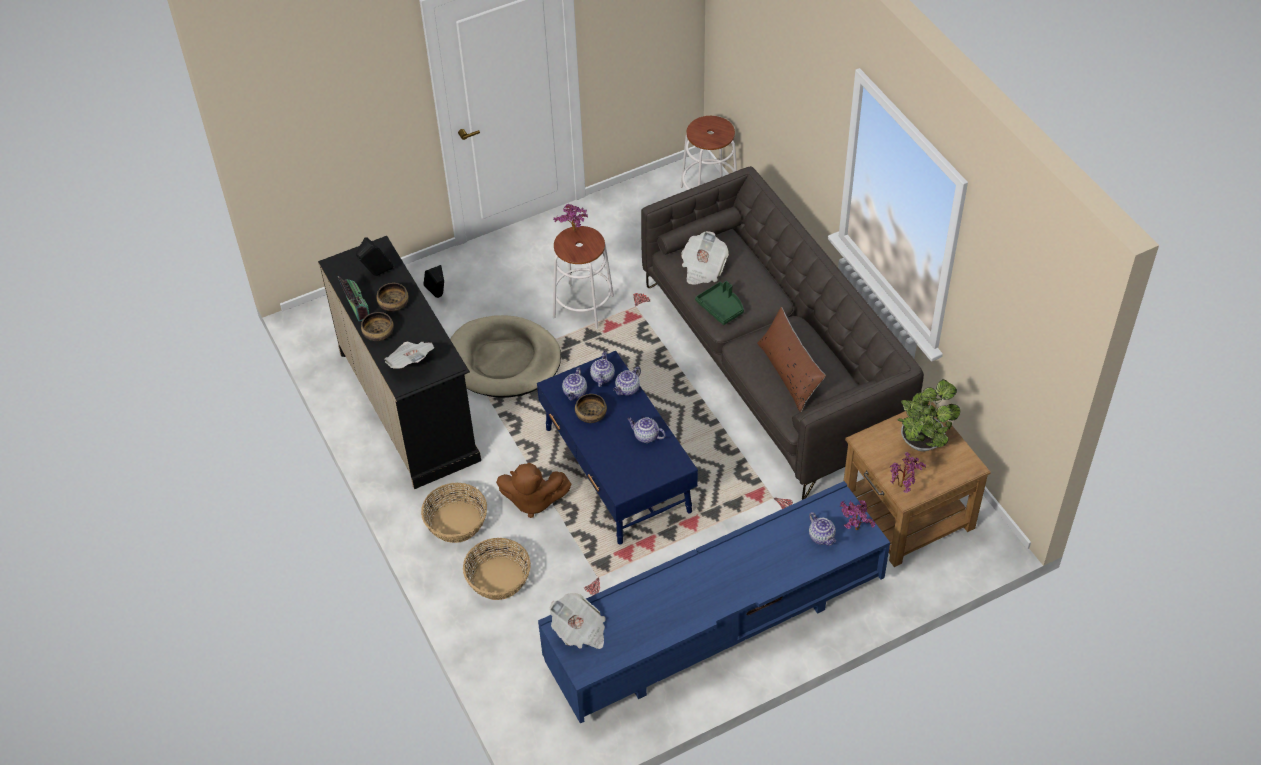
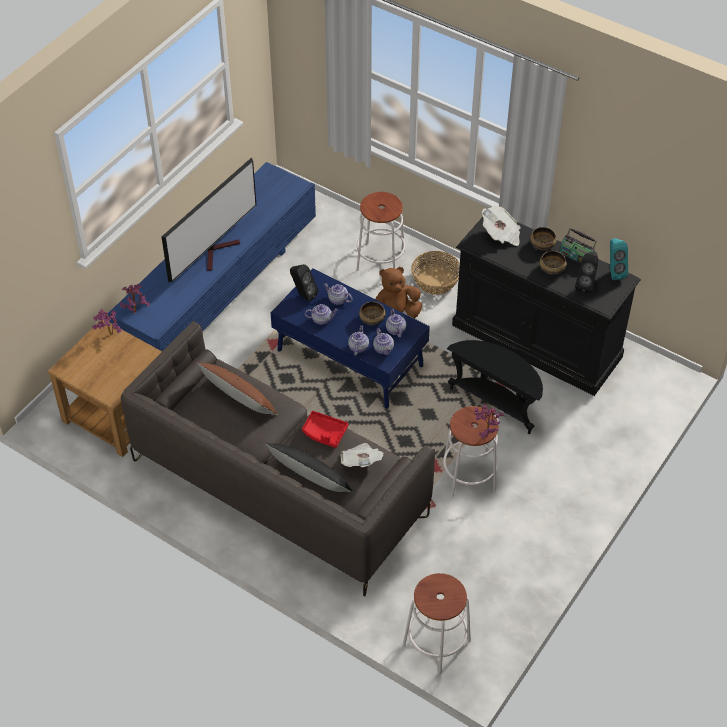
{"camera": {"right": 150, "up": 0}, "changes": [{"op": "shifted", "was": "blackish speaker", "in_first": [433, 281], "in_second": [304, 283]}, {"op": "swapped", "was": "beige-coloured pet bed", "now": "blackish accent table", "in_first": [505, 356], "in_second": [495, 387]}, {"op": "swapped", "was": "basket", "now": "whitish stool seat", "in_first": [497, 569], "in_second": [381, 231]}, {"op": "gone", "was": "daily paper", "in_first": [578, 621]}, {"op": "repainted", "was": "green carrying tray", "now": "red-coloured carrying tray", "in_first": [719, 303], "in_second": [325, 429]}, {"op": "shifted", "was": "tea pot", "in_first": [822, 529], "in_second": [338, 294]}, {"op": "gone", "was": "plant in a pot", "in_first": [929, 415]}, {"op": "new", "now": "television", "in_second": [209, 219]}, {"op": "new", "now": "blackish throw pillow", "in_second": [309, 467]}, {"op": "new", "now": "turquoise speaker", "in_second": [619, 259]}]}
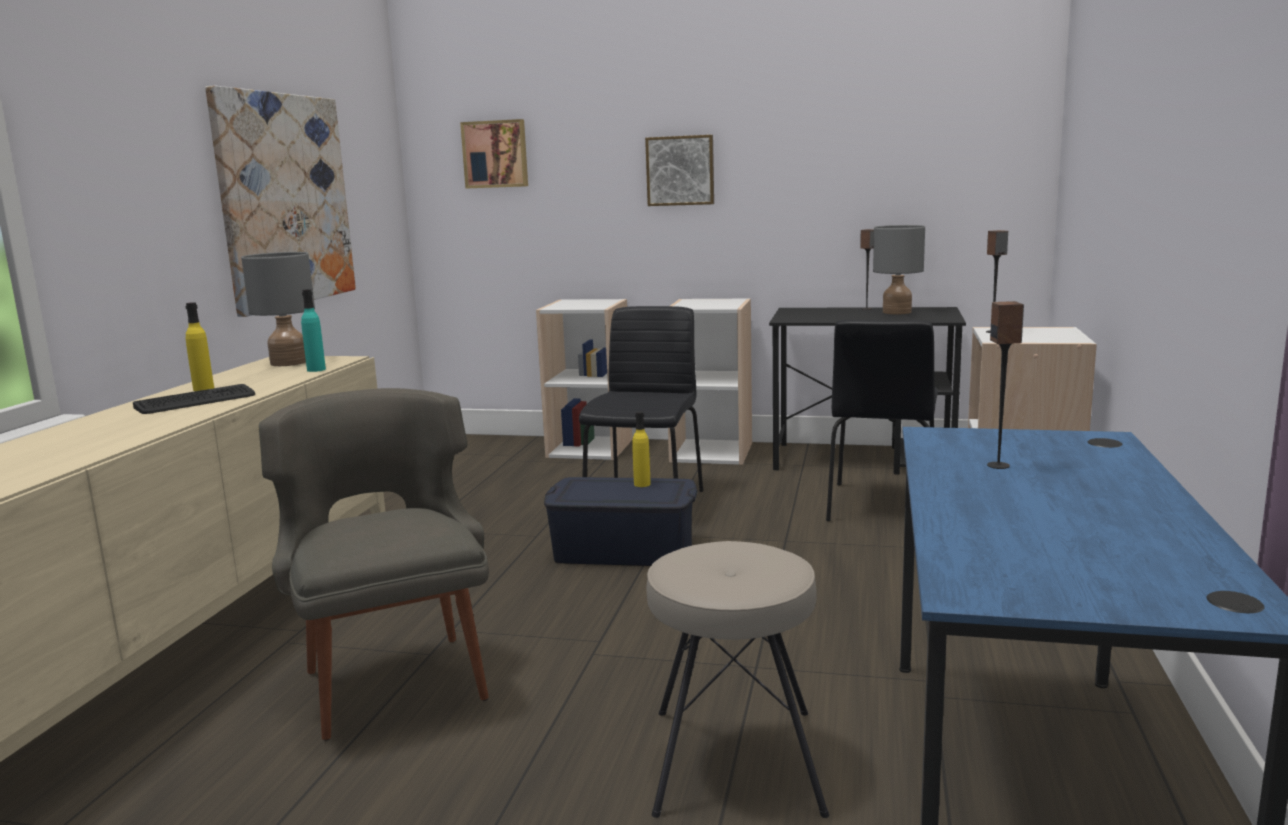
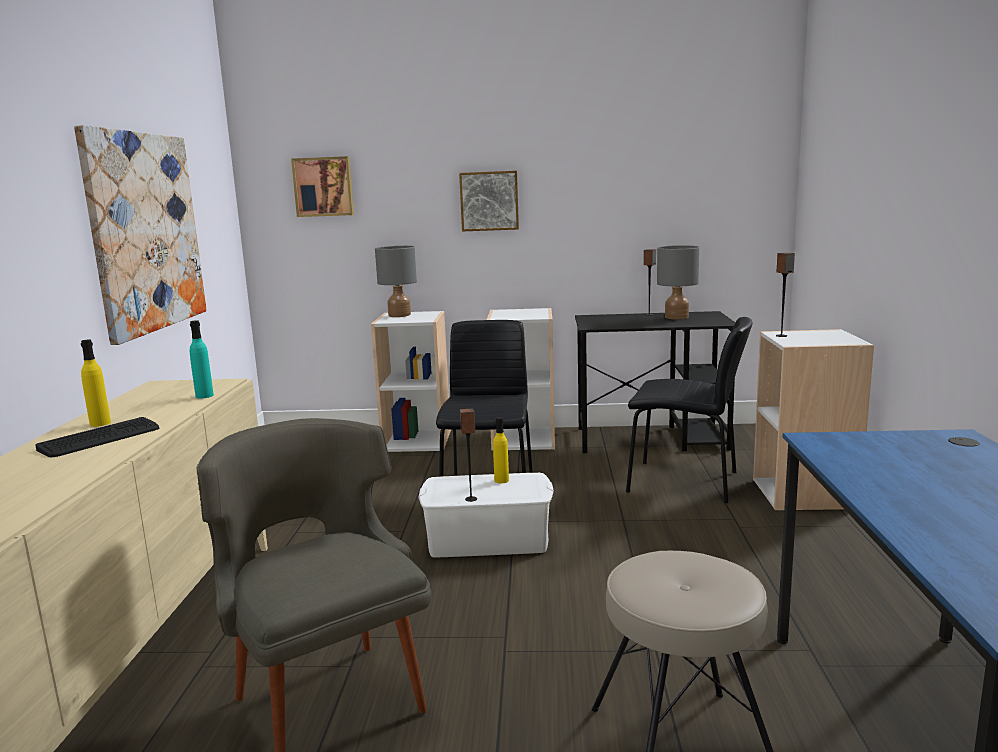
{"camera": {"right": -10, "up": 0}, "changes": [{"op": "shifted", "was": "greyish tabletop lamp", "in_first": [278, 309], "in_second": [396, 281]}, {"op": "repainted", "was": "bluish storage box", "now": "whitish storage box", "in_first": [621, 521], "in_second": [486, 515]}, {"op": "rotated", "was": "blackish chair", "in_first": [882, 420], "in_second": [689, 410], "clockwise": -75}, {"op": "shifted", "was": "speaker", "in_first": [1005, 385], "in_second": [468, 455]}]}
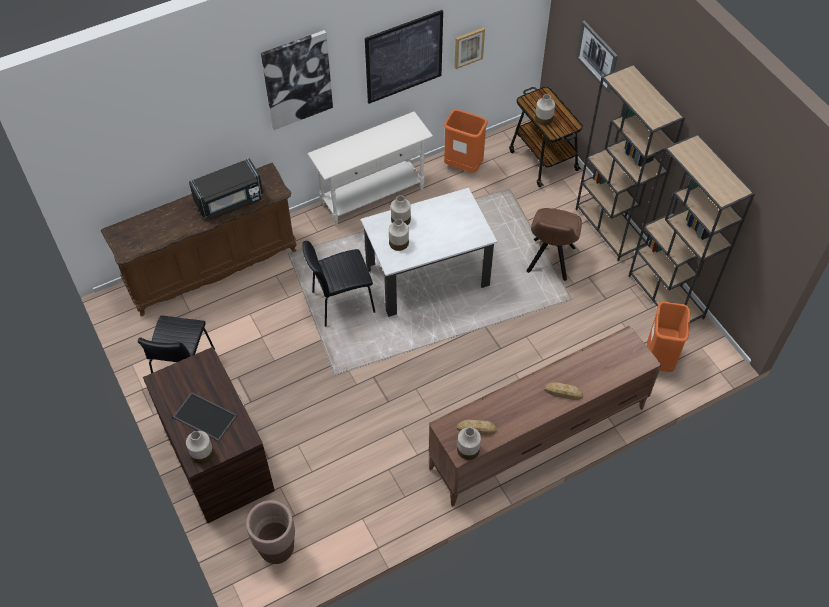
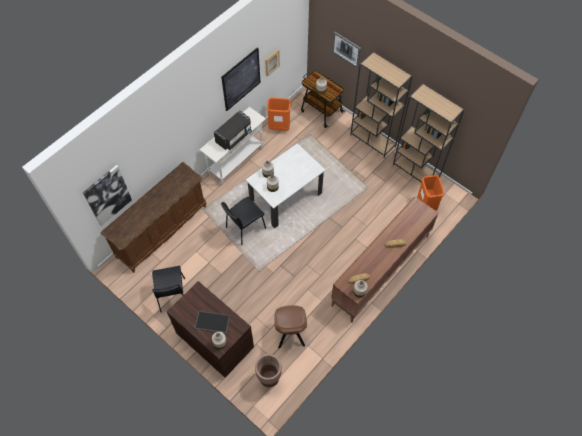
{"camera": {"right": -20, "up": 5}, "changes": [{"op": "shifted", "was": "blackish microwave", "in_first": [226, 189], "in_second": [233, 130]}, {"op": "shifted", "was": "wall picture", "in_first": [297, 80], "in_second": [107, 195]}, {"op": "shifted", "was": "brownish chair", "in_first": [554, 244], "in_second": [290, 327]}]}
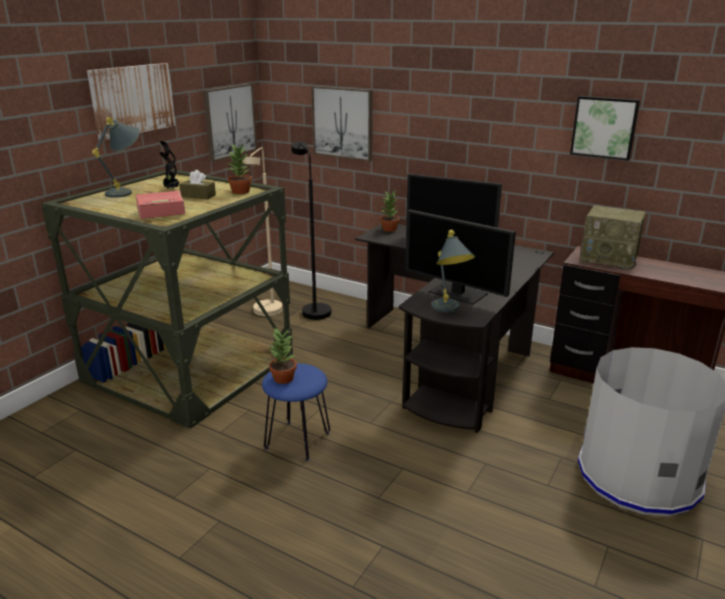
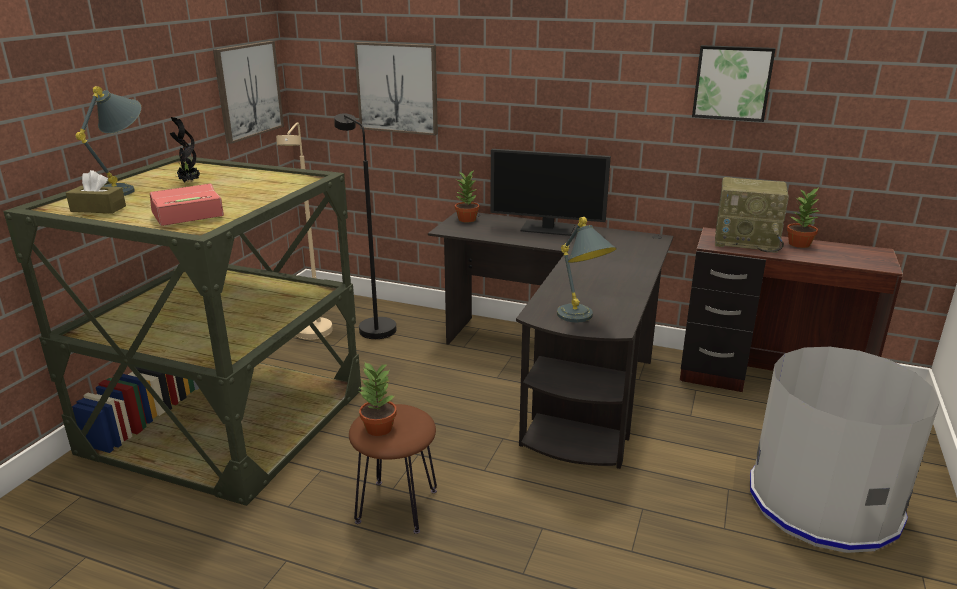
{"camera": {"right": -10, "up": 0}, "changes": [{"op": "gone", "was": "wall picture", "in_first": [131, 101]}, {"op": "shifted", "was": "brownish box of tissues", "in_first": [197, 184], "in_second": [96, 192]}, {"op": "shifted", "was": "plant in a pot", "in_first": [240, 169], "in_second": [803, 218]}, {"op": "repainted", "was": "bluish stool seat", "now": "brownish stool seat", "in_first": [296, 412], "in_second": [393, 469]}, {"op": "gone", "was": "computer display", "in_first": [461, 257]}]}
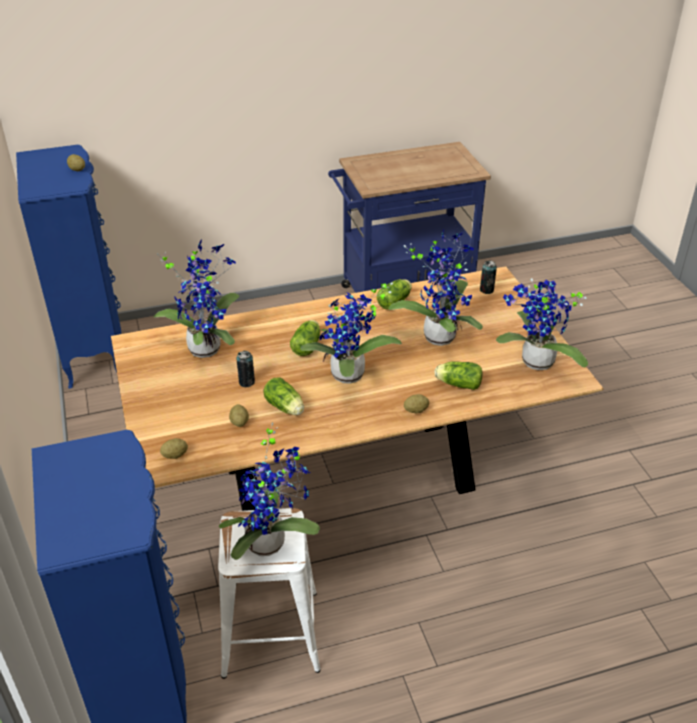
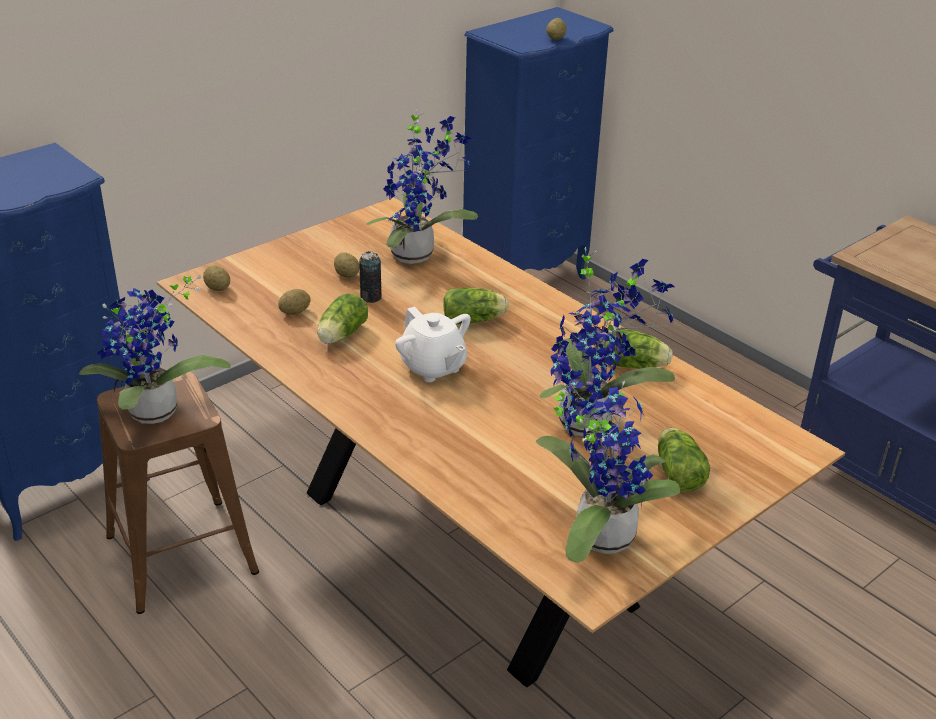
{"camera": {"right": 65, "up": -5}, "changes": [{"op": "repainted", "was": "whitish stool seat", "now": "brownish stool seat", "in_first": [269, 593], "in_second": [178, 493]}, {"op": "swapped", "was": "plant in a pot", "now": "whitish tea pot", "in_first": [351, 332], "in_second": [433, 344]}, {"op": "shifted", "was": "whole potato", "in_first": [416, 403], "in_second": [346, 265]}, {"op": "shifted", "was": "head of lettuce", "in_first": [458, 375], "in_second": [684, 460]}, {"op": "gone", "was": "sealed can", "in_first": [488, 277]}]}
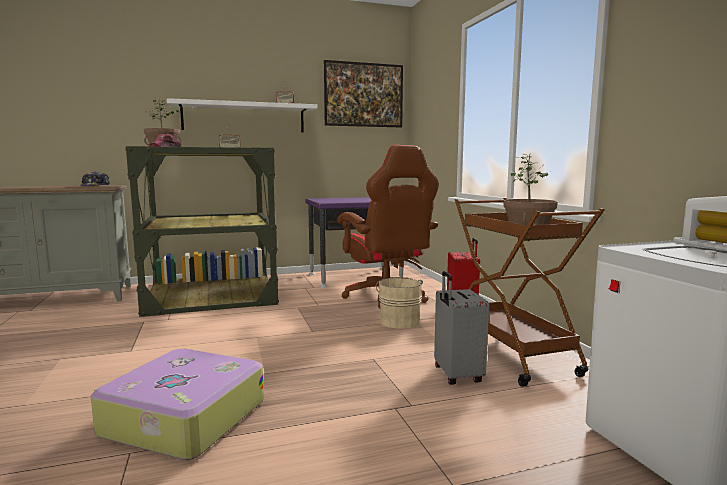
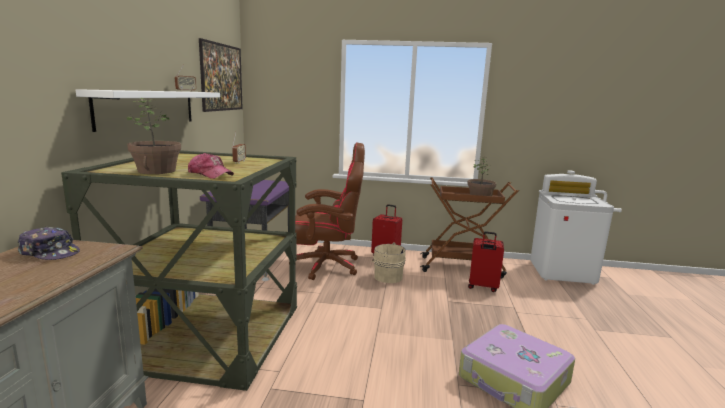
{"camera": {"right": -65, "up": 5}, "changes": [{"op": "repainted", "was": "greyish suitcase", "now": "red-coloured suitcase", "in_first": [461, 328], "in_second": [486, 261]}]}
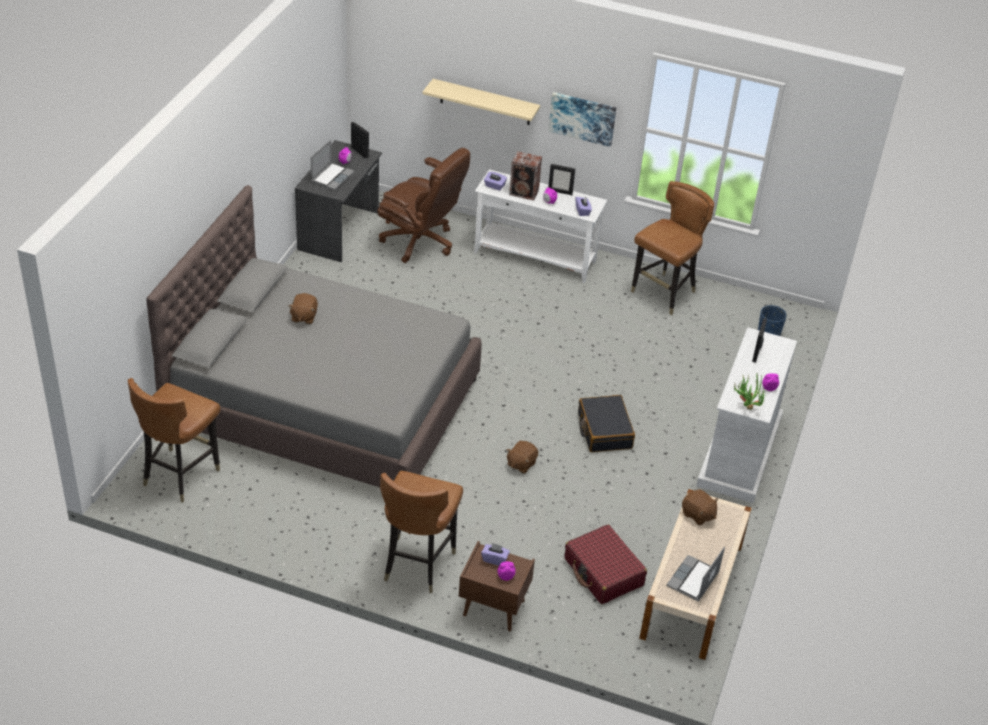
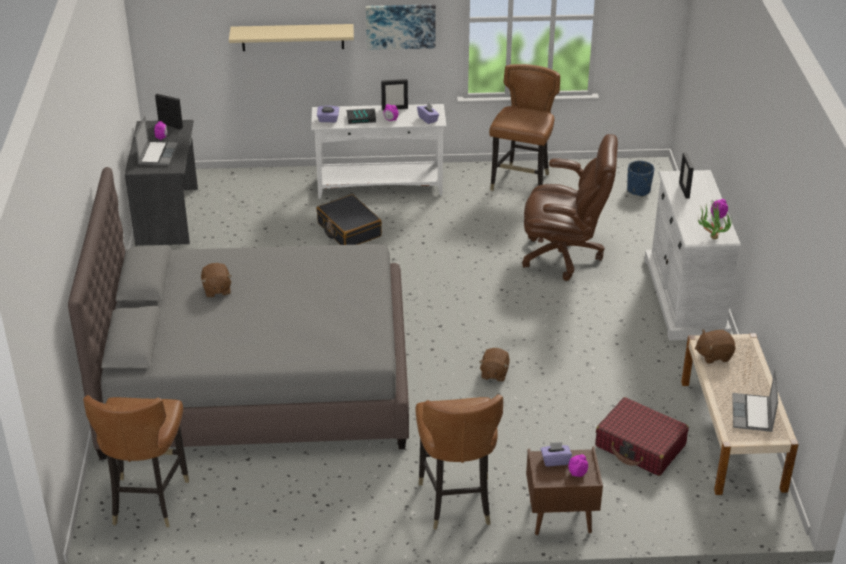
{"camera": {"right": -20, "up": -5}, "changes": [{"op": "shifted", "was": "brownish desk chair", "in_first": [423, 205], "in_second": [570, 207]}, {"op": "swapped", "was": "speaker", "now": "book", "in_first": [525, 175], "in_second": [361, 116]}, {"op": "shifted", "was": "blackish suitcase", "in_first": [606, 423], "in_second": [349, 219]}, {"op": "rotated", "was": "brownish plush toy", "in_first": [700, 507], "in_second": [715, 346], "clockwise": 150}]}
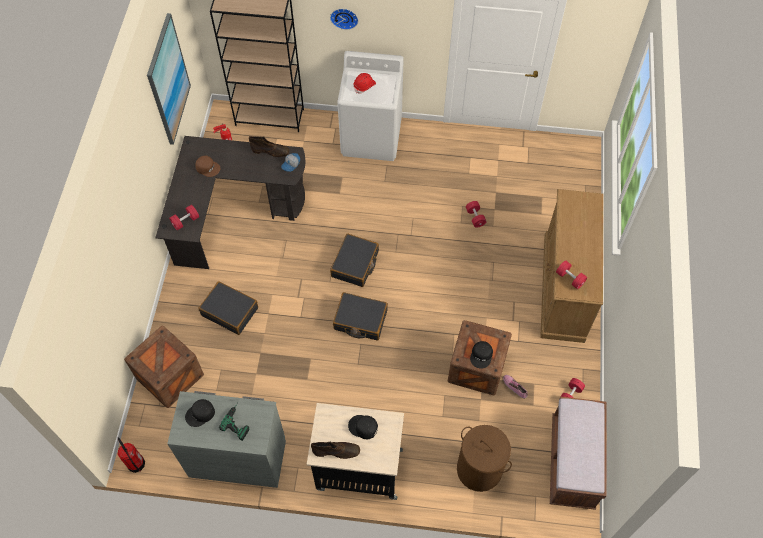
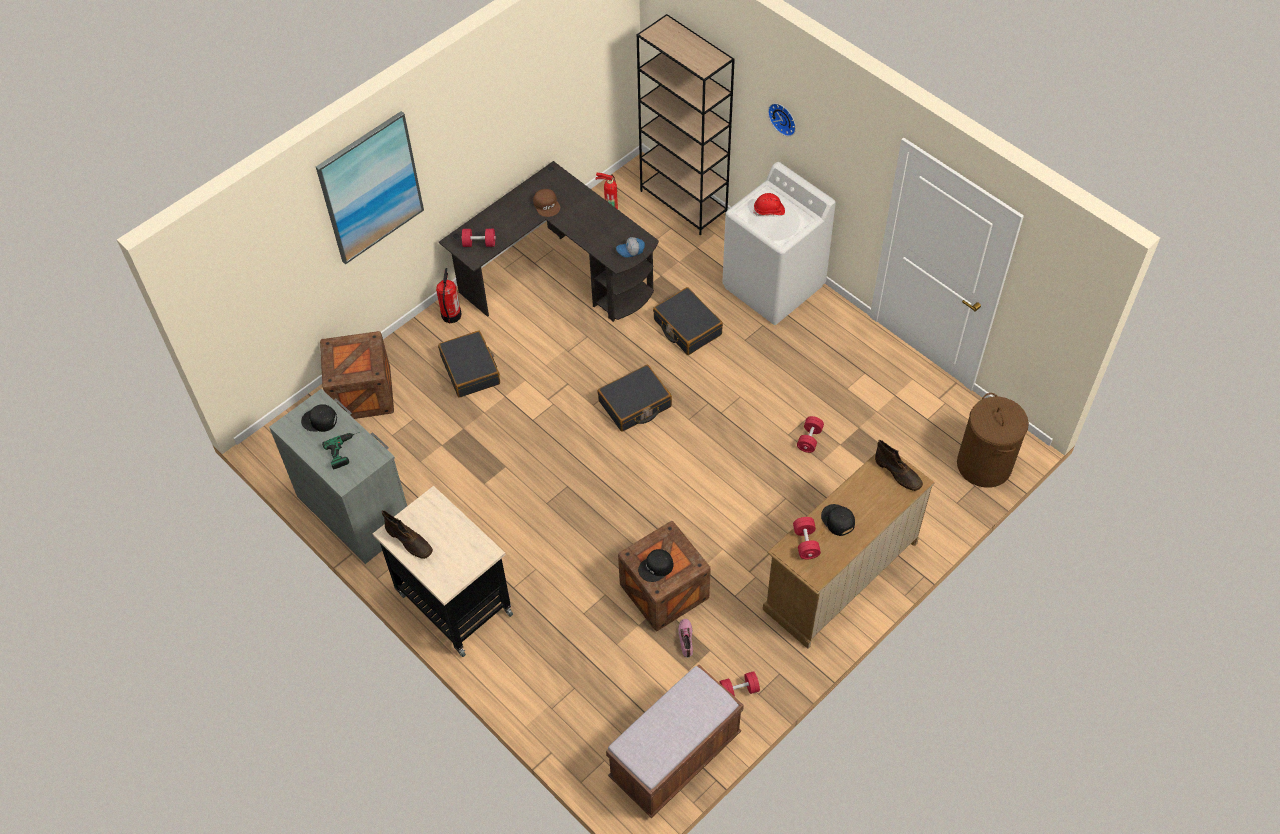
{"camera": {"right": 40, "up": -5}, "changes": [{"op": "shifted", "was": "extinguisher", "in_first": [131, 455], "in_second": [449, 295]}, {"op": "shifted", "was": "wall picture", "in_first": [169, 79], "in_second": [370, 187]}, {"op": "shifted", "was": "brownish high-top boot", "in_first": [269, 146], "in_second": [899, 465]}, {"op": "shifted", "was": "blackish suitcase", "in_first": [360, 316], "in_second": [688, 321]}, {"op": "shifted", "was": "blackish baseball cap", "in_first": [363, 427], "in_second": [838, 520]}, {"op": "shifted", "was": "brownish washing basket", "in_first": [484, 458], "in_second": [993, 440]}]}
